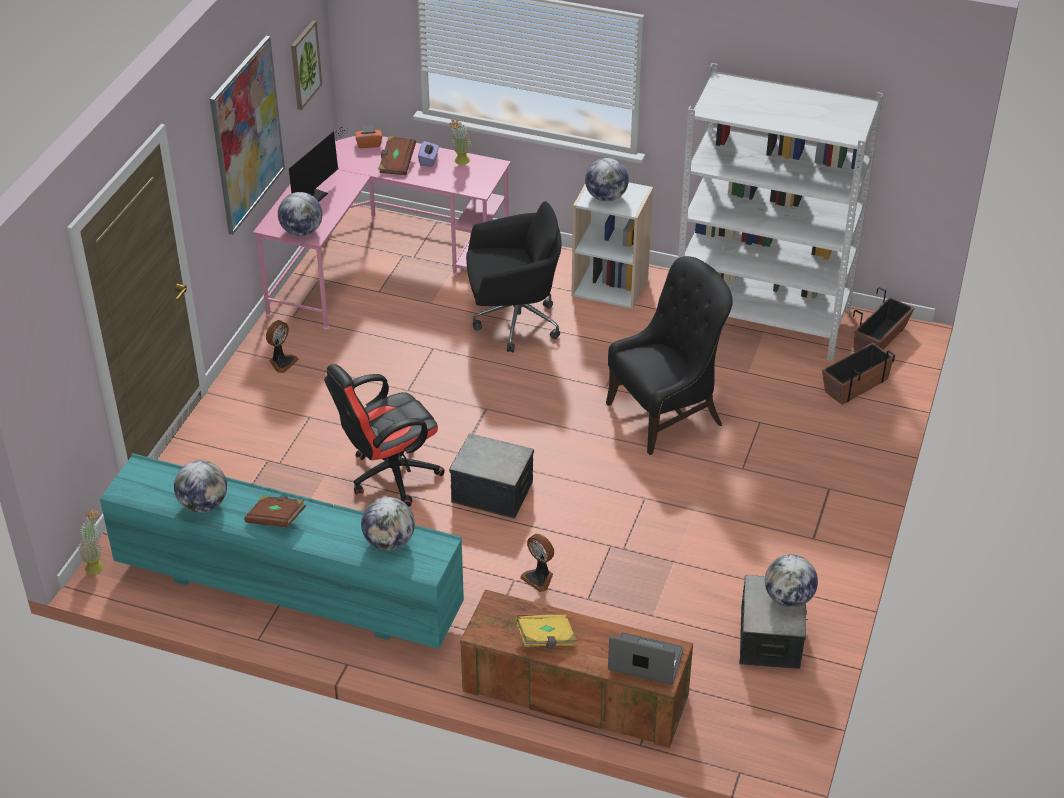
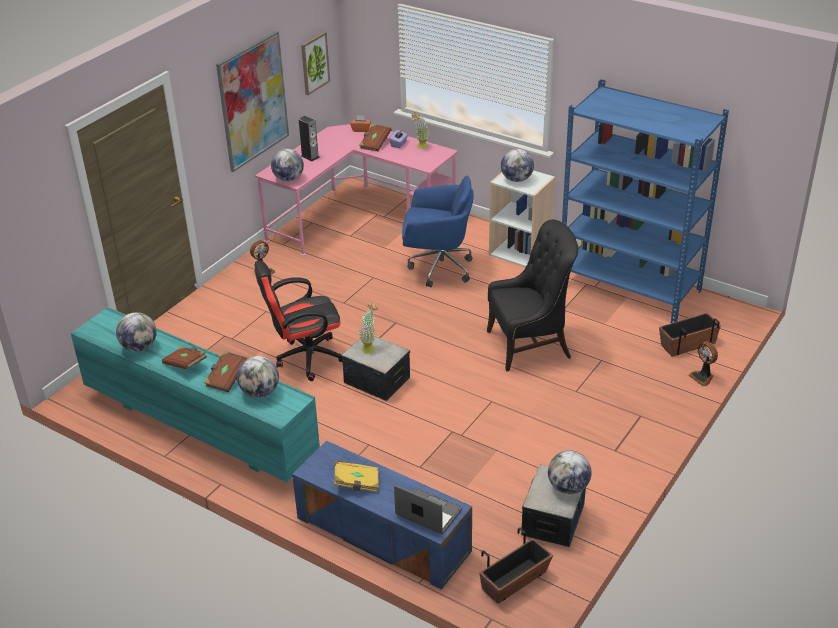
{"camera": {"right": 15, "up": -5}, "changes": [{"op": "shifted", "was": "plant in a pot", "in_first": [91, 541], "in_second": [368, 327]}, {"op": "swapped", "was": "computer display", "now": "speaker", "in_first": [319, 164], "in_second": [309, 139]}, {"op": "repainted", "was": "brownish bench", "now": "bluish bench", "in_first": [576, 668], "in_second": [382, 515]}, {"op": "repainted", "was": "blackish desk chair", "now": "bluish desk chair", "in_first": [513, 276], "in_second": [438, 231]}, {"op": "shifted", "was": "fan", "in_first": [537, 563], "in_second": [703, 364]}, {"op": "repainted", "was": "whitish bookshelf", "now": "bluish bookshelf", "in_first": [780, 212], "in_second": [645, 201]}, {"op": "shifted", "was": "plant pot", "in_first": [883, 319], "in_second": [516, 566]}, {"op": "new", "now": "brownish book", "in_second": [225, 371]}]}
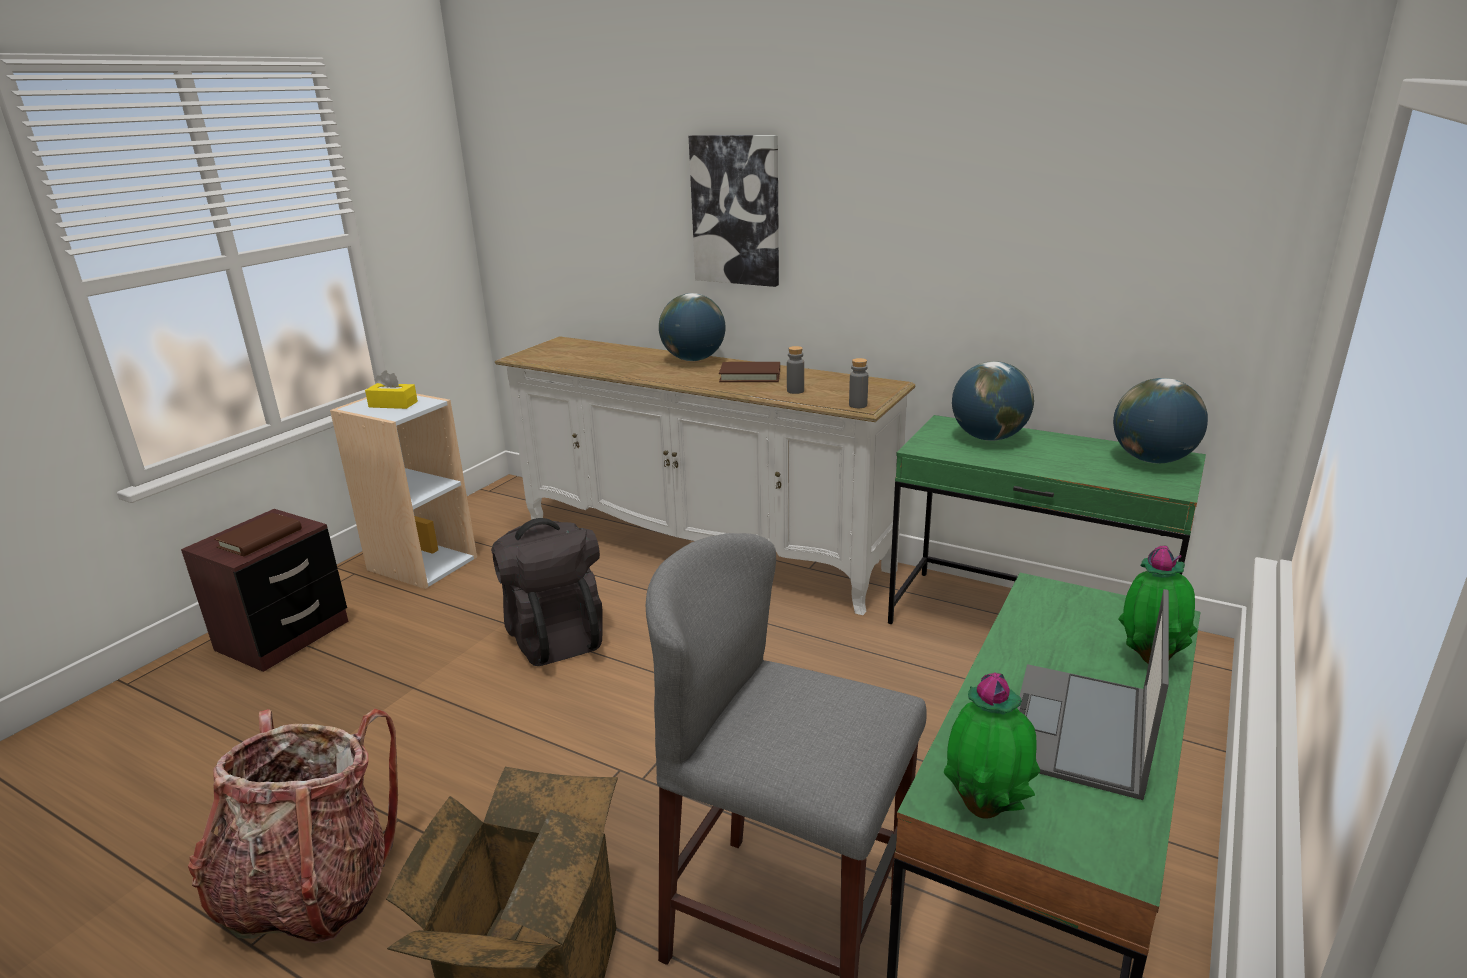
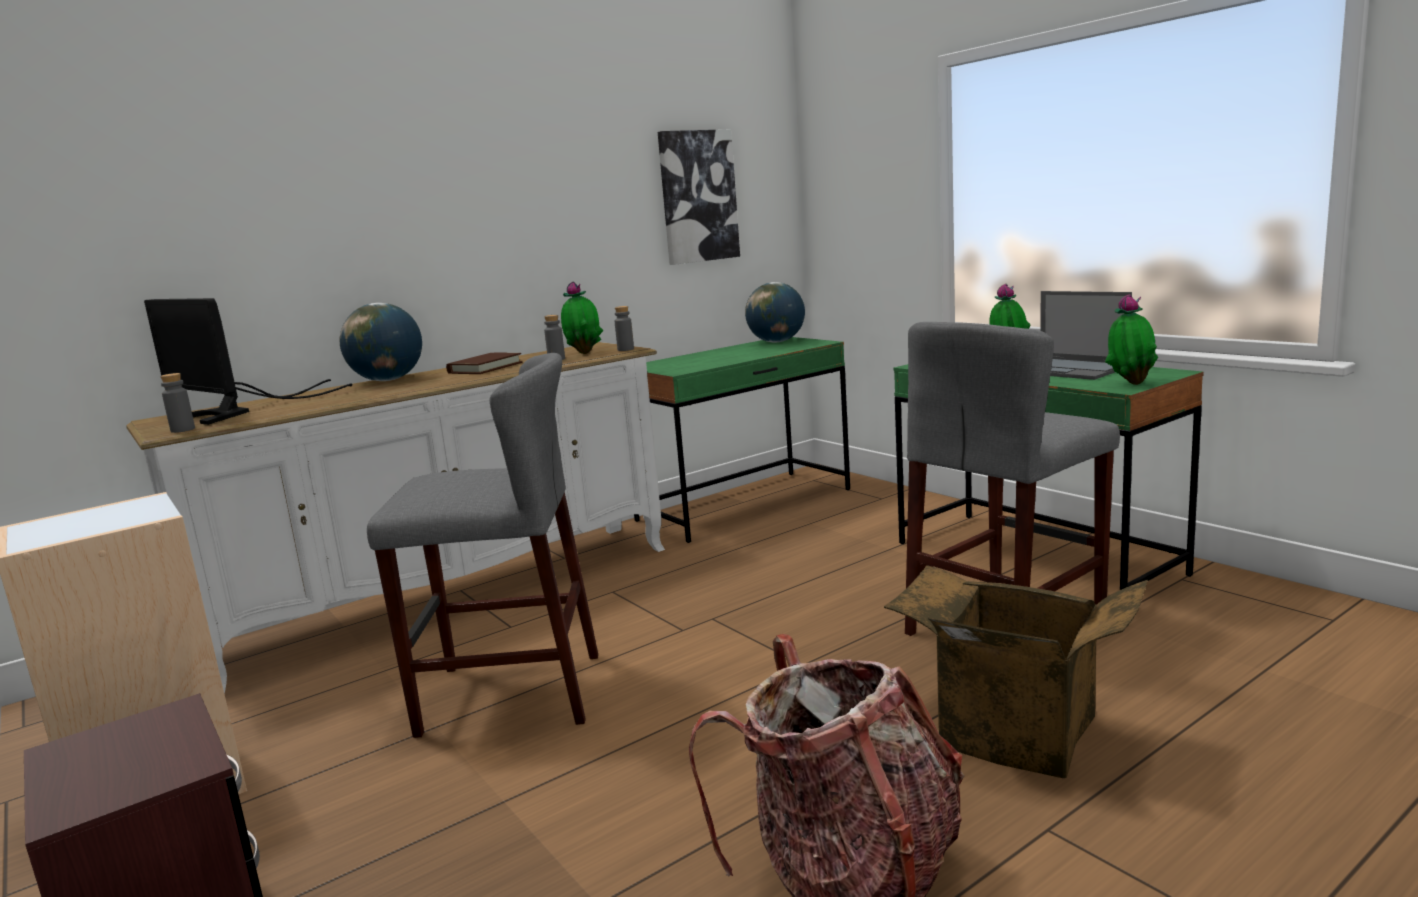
{"camera": {"right": -65, "up": -10}, "changes": [{"op": "gone", "was": "brownish book", "in_first": [258, 534]}, {"op": "gone", "was": "yellow box of tissues", "in_first": [391, 389]}, {"op": "swapped", "was": "blackish knapsack", "now": "greyish stool seat", "in_first": [547, 592], "in_second": [482, 545]}, {"op": "shifted", "was": "wall picture", "in_first": [734, 211], "in_second": [699, 197]}, {"op": "gone", "was": "desk globe", "in_first": [993, 401]}, {"op": "new", "now": "computer display", "in_second": [248, 361]}, {"op": "new", "now": "greyish bottle", "in_second": [177, 403]}, {"op": "new", "now": "plant in a pot", "in_second": [582, 317]}]}
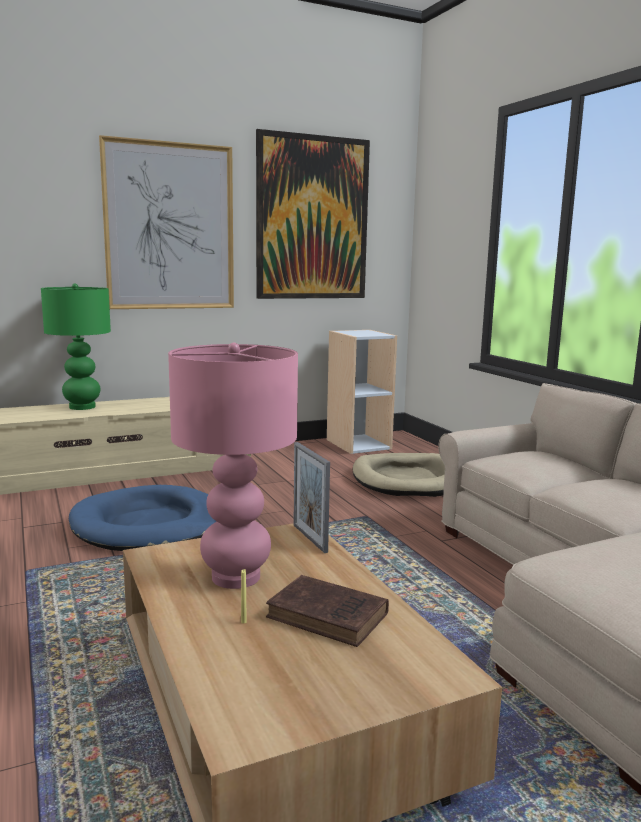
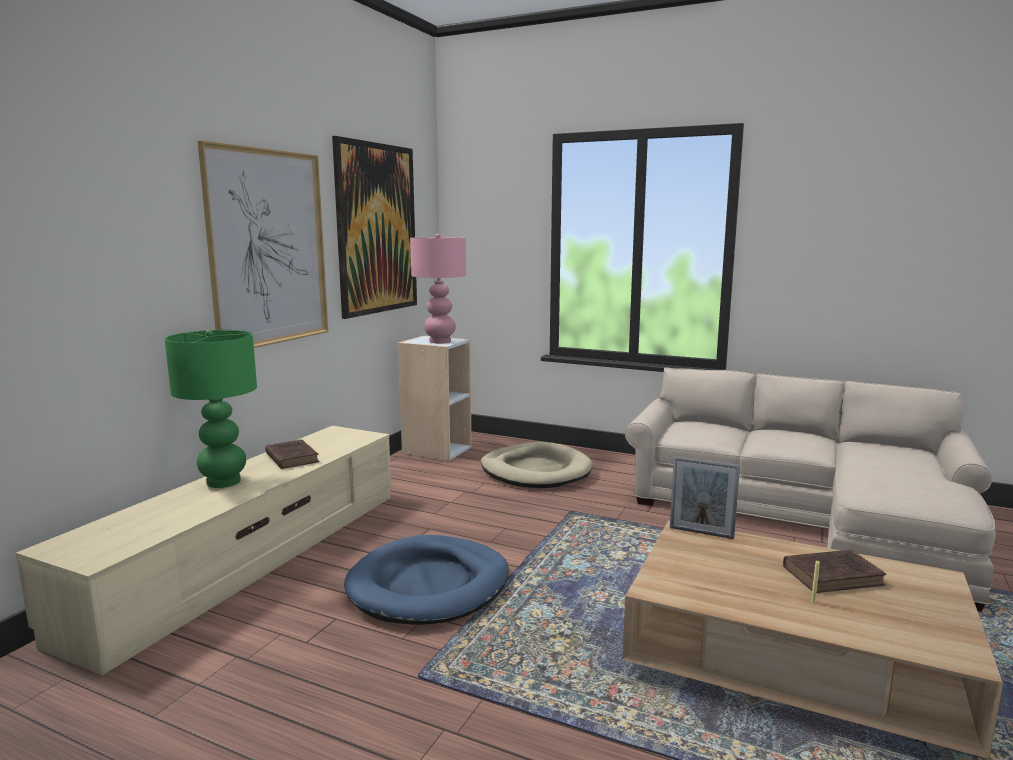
{"camera": {"right": -40, "up": 0}, "changes": [{"op": "shifted", "was": "pink tabletop lamp", "in_first": [233, 466], "in_second": [438, 288]}, {"op": "new", "now": "brownish book", "in_second": [292, 454]}]}
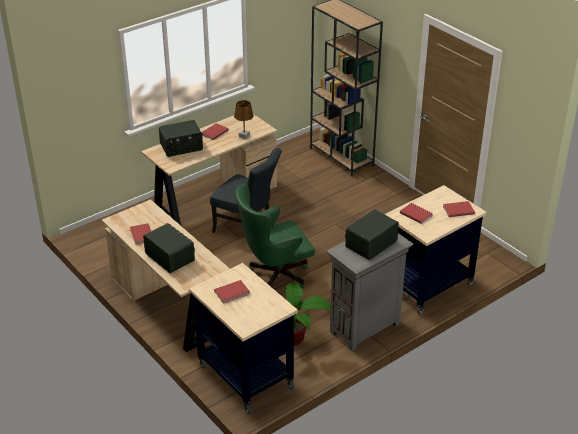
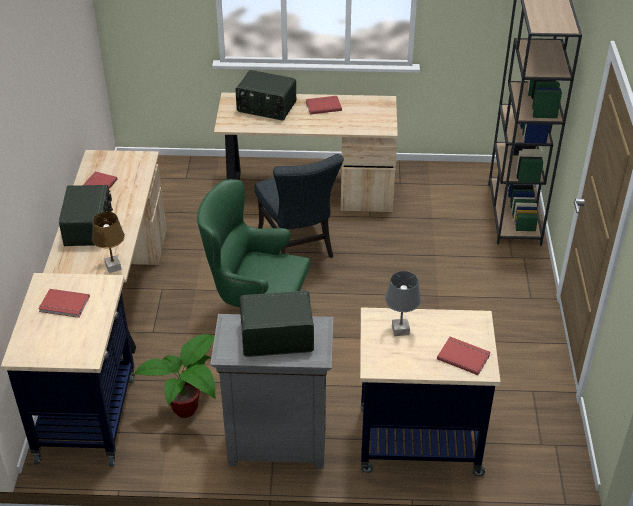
{"camera": {"right": 40, "up": 5}, "changes": [{"op": "shifted", "was": "brownish tabletop lamp", "in_first": [244, 119], "in_second": [108, 242]}, {"op": "swapped", "was": "red-coloured book", "now": "greyish tabletop lamp", "in_first": [416, 213], "in_second": [403, 303]}]}
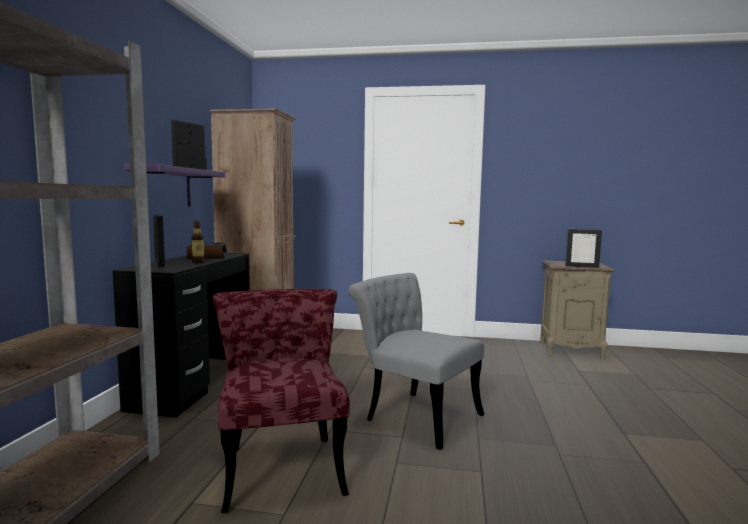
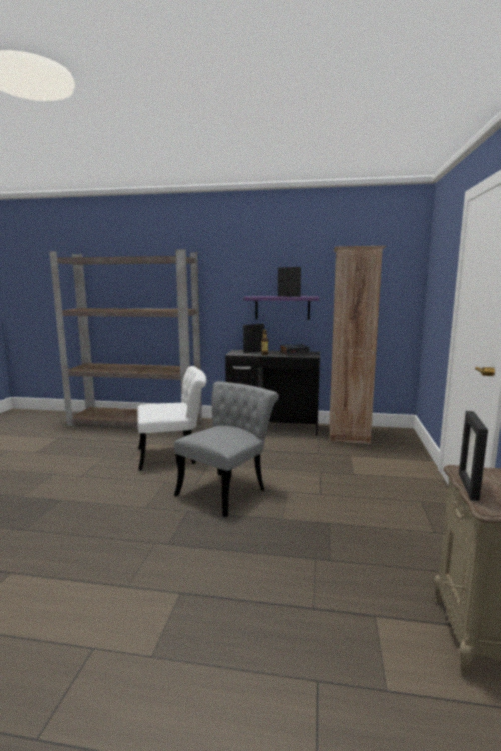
{"camera": {"right": 90, "up": 5}, "changes": [{"op": "repainted", "was": "red-coloured chair", "now": "whitish chair", "in_first": [281, 401], "in_second": [171, 418]}]}
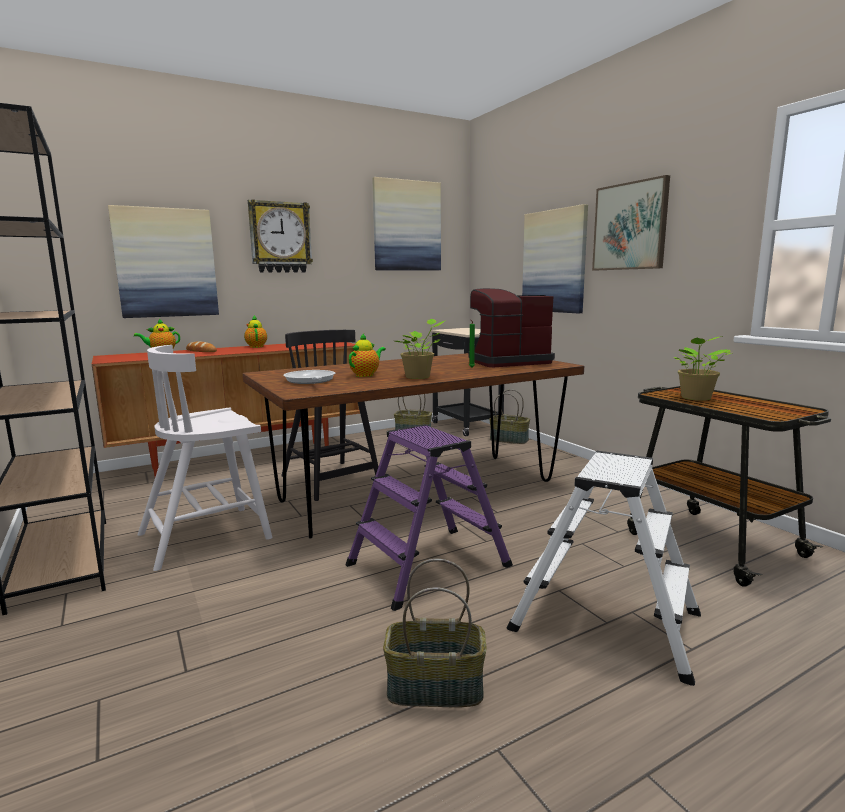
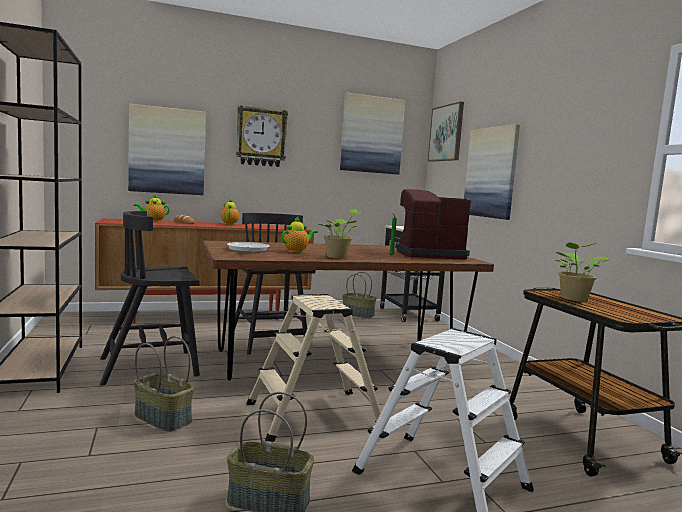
{"camera": {"right": 10, "up": -5}, "changes": [{"op": "repainted", "was": "whitish chair", "now": "blackish chair", "in_first": [204, 458], "in_second": [150, 298]}, {"op": "repainted", "was": "purple-coloured step ladder", "now": "beige-coloured step ladder", "in_first": [429, 517], "in_second": [313, 368]}, {"op": "shifted", "was": "basket", "in_first": [509, 416], "in_second": [163, 384]}, {"op": "shifted", "was": "wall picture", "in_first": [631, 222], "in_second": [446, 132]}]}
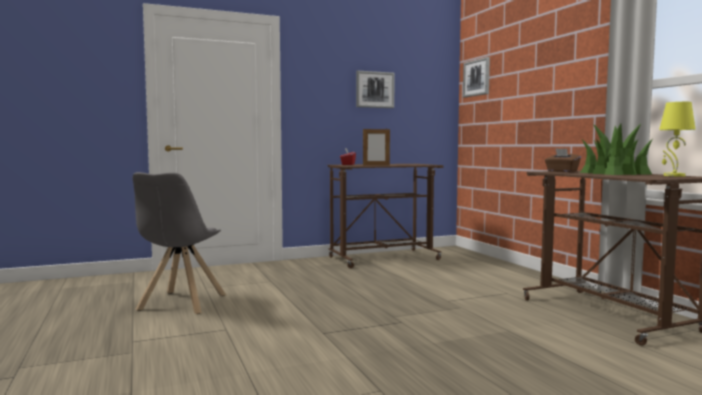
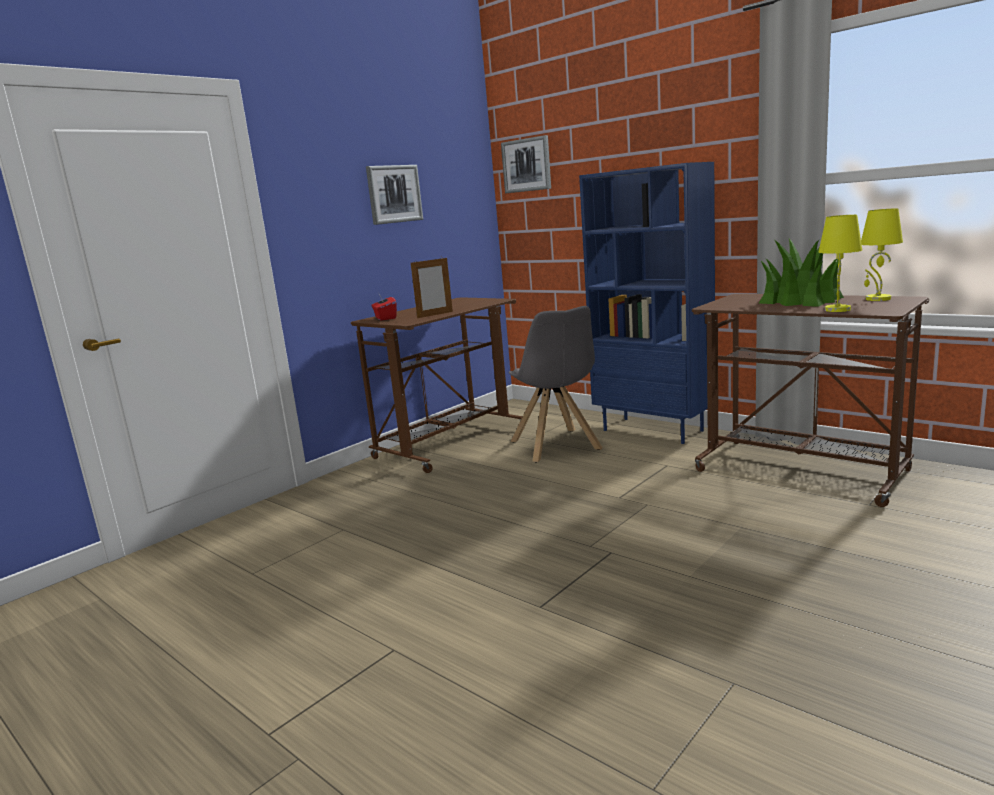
{"camera": {"right": -25, "up": 10}, "changes": [{"op": "shifted", "was": "greyish chair", "in_first": [179, 243], "in_second": [556, 384]}, {"op": "gone", "was": "brownish box of tissues", "in_first": [563, 160]}, {"op": "new", "now": "bluish bookshelf", "in_second": [647, 303]}, {"op": "new", "now": "yellow tabletop lamp", "in_second": [840, 263]}]}
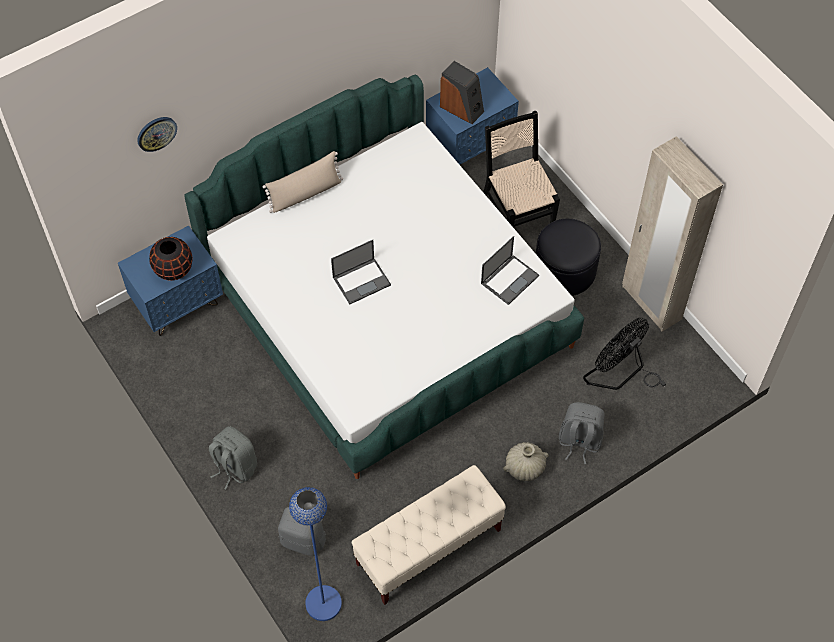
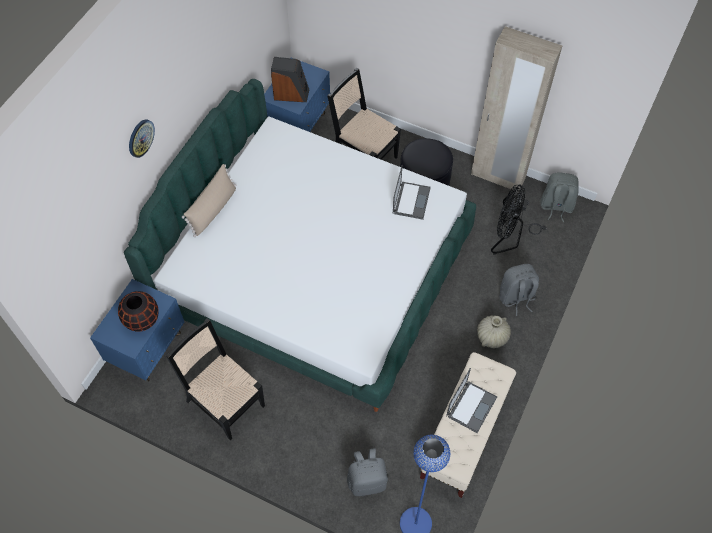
{"camera": {"right": -30, "up": 0}, "changes": [{"op": "shifted", "was": "hanging clock", "in_first": [157, 134], "in_second": [142, 138]}, {"op": "shifted", "was": "greyish knapsack", "in_first": [233, 457], "in_second": [559, 197]}, {"op": "shifted", "was": "notebook computer", "in_first": [361, 272], "in_second": [471, 400]}, {"op": "new", "now": "chair", "in_second": [215, 379]}]}
